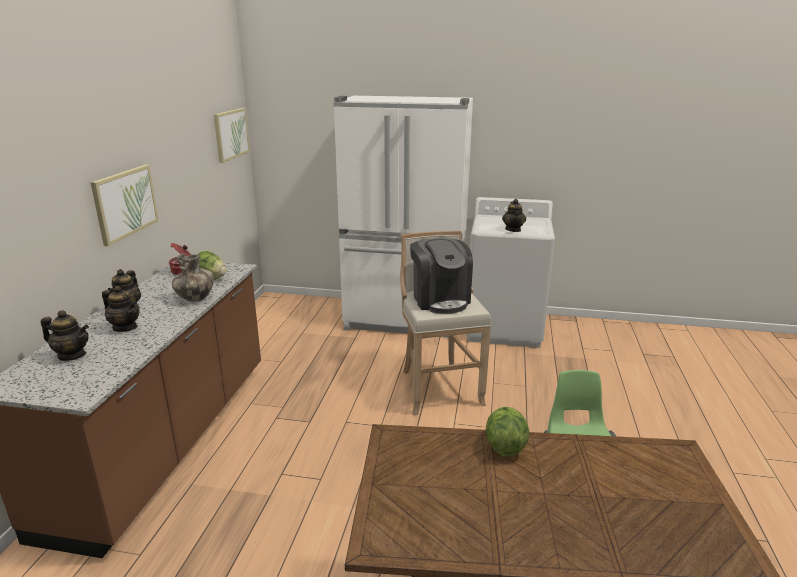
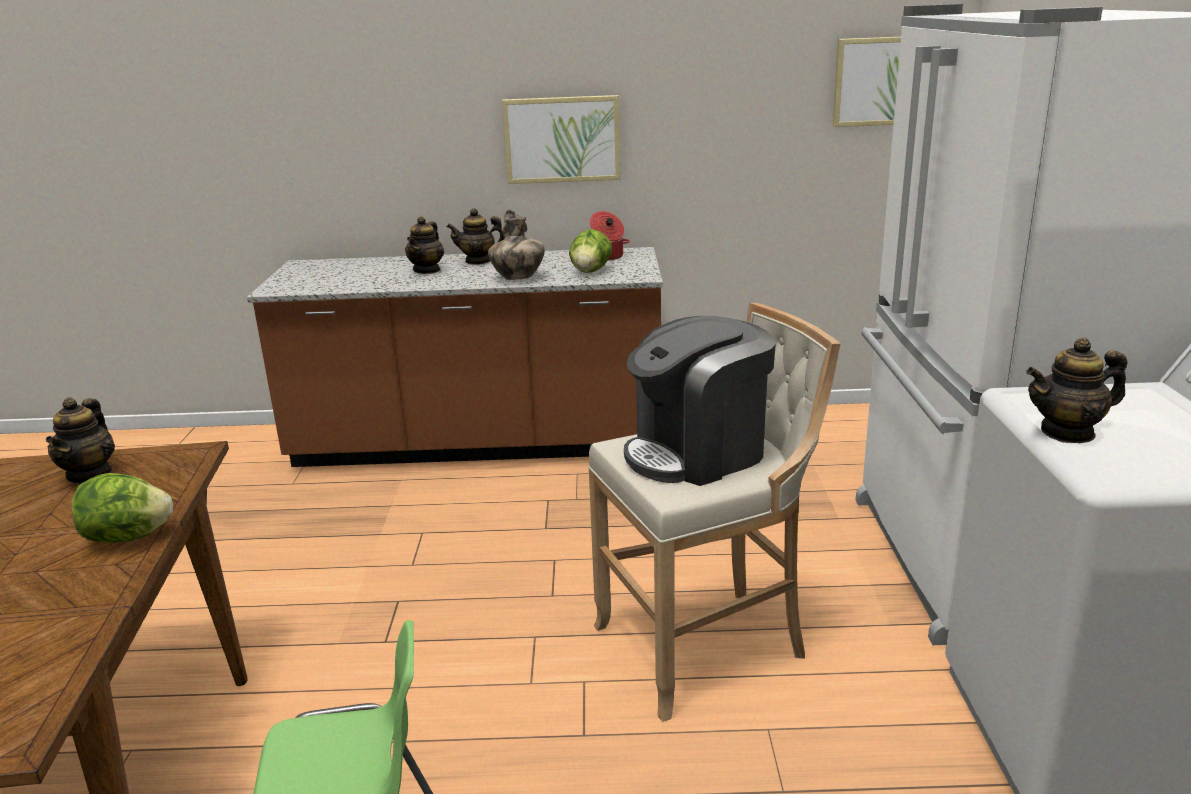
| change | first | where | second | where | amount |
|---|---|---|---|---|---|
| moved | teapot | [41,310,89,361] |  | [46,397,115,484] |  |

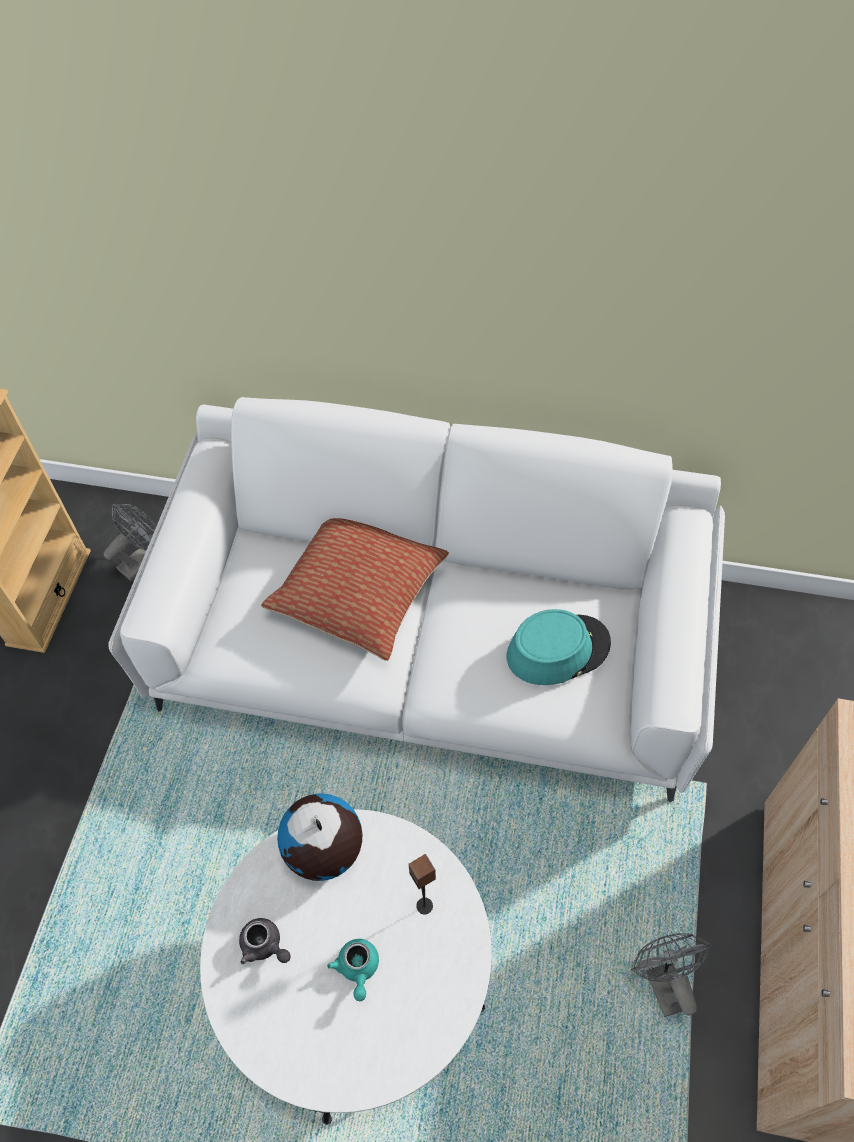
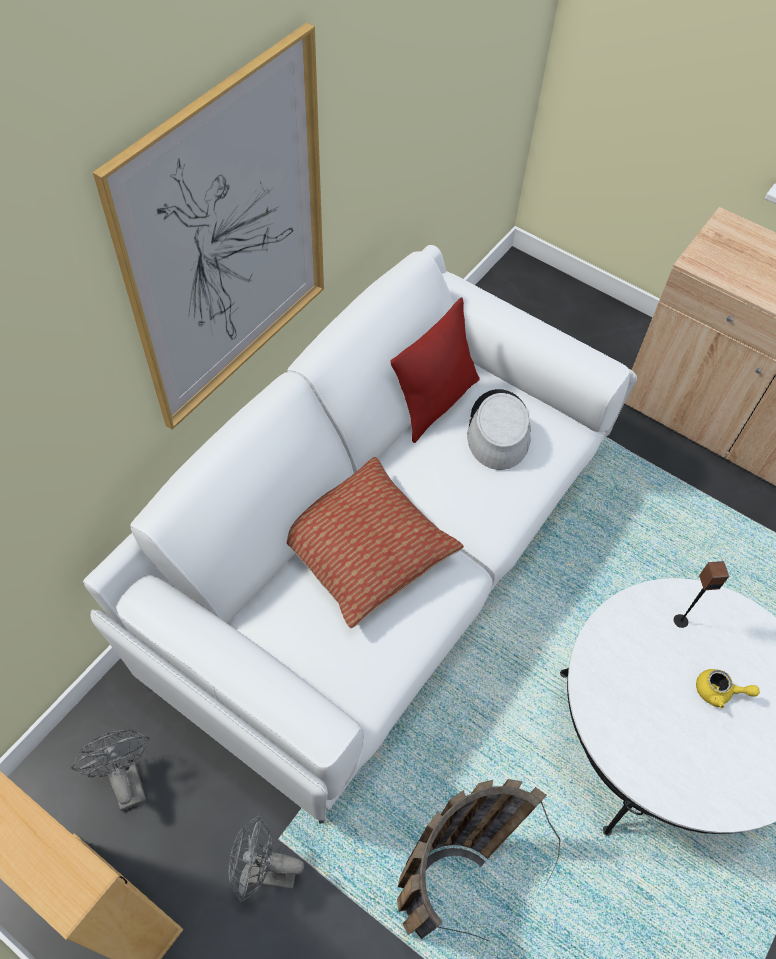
| change | first | where | second | where | amount |
|---|---|---|---|---|---|
| removed | teapot (grey) | [239,918,291,964] |  |  |  |
| removed | globe | [277,793,362,881] |  |  |  |
| added |  |  | picture | [93,22,324,430] |  |
| added |  |  | pillow (red) | [391,298,480,443] |  |
| added |  |  | basket | [397,779,560,941] |  |
| moved | fan (grey) | [631,933,711,1017] |  | [228,815,304,902] |  |
| recoloured | teapot (turquoise) | [327,939,379,1001] | teapot (yellow) | [696,669,760,709] |  |
| recoloured | hat (turquoise) | [507,609,611,685] | hat (grey) | [467,389,531,470] |  |

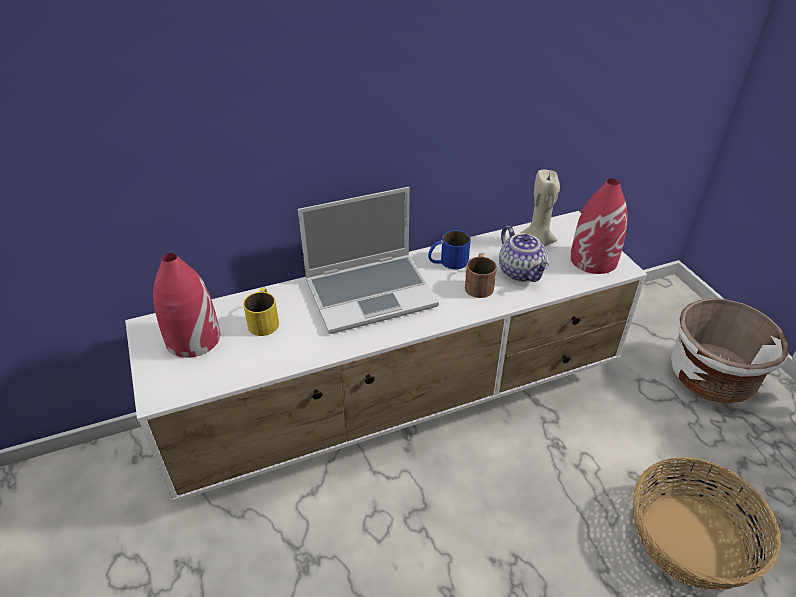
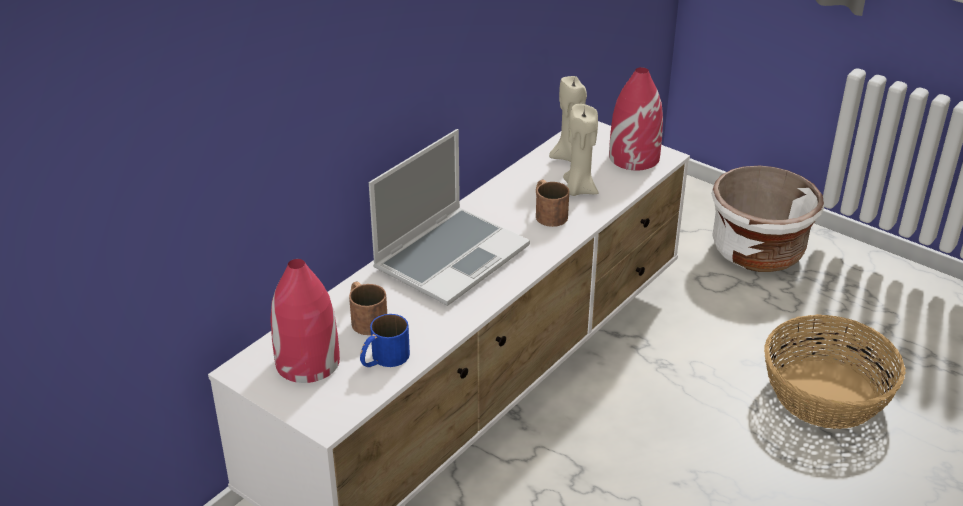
| change | first | where | second | where | amount |
|---|---|---|---|---|---|
| moved | mug (blue) | [428,230,471,269] |  | [360,314,410,367] |  |
| replaced | teapot | [499,226,549,282] | candle (beige) | [563,104,599,196] |  |
| recoloured | mug (yellow) | [243,287,279,336] | mug (brown) | [349,282,387,335] |  |

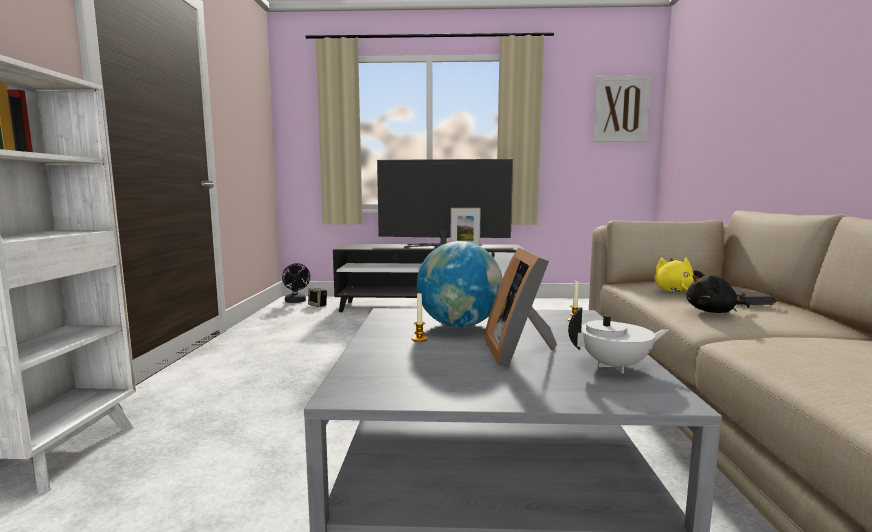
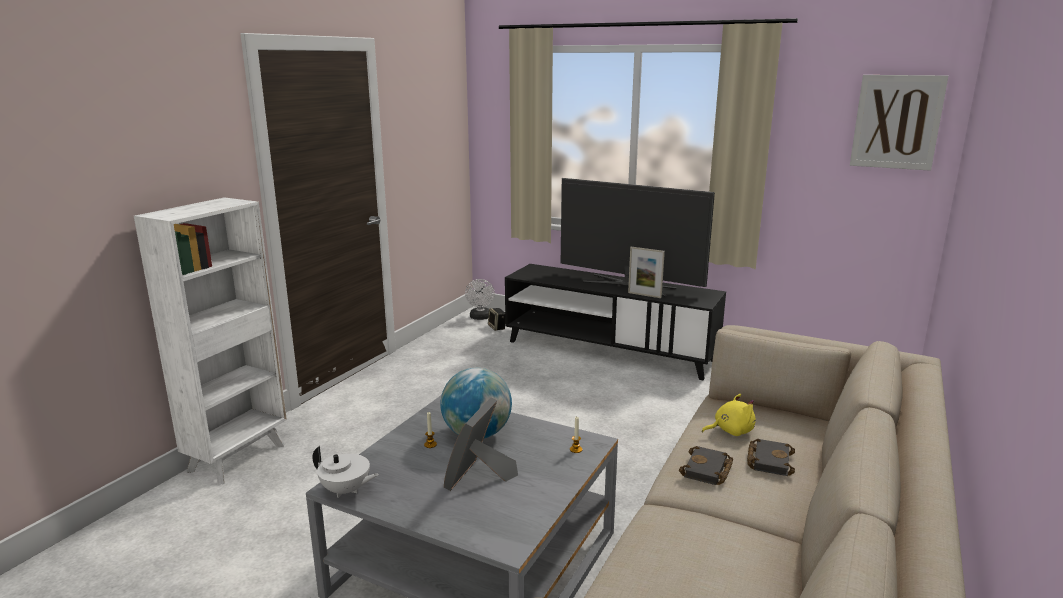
| change | first | where | second | where | amount |
|---|---|---|---|---|---|
| moved | teapot (white) | [568,307,669,374] |  | [312,446,379,498] |  |
| replaced | plush toy (black) | [686,270,750,313] | book (black) | [679,446,733,485] |  |
| recoloured | fan (black) | [282,263,310,303] | fan (white) | [465,279,495,320] |  |
| turned | plush toy (yellow) | [655,257,694,293] |  | [702,394,756,436] | 45 degrees clockwise |

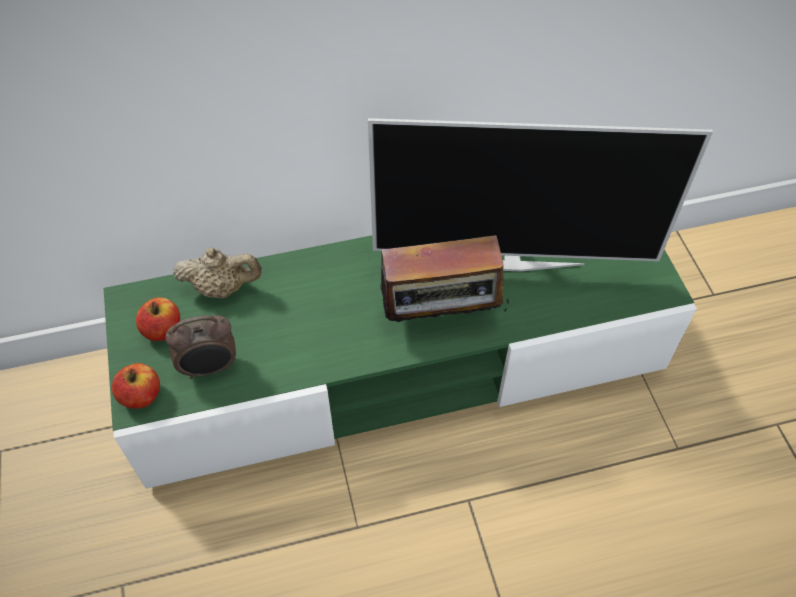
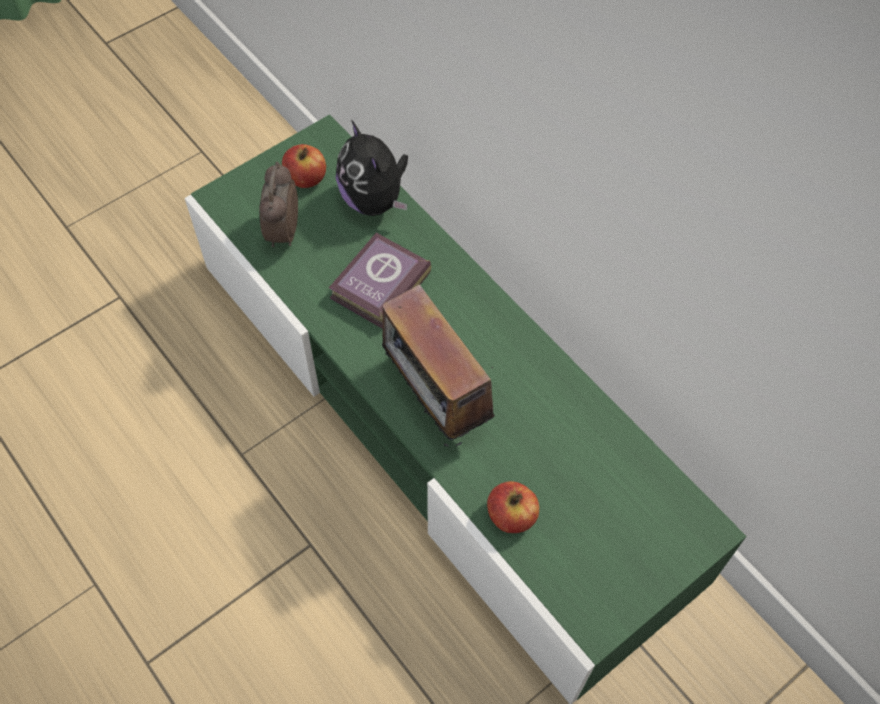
| change | first | where | second | where | amount |
|---|---|---|---|---|---|
| removed | television | [368,118,713,271] |  |  |  |
| added |  |  | book | [329,233,431,329] |  |
| moved | apple | [112,363,160,409] |  | [487,481,539,533] |  |
| replaced | teapot (beige) | [173,247,262,298] | plush toy | [336,120,408,216] |  |
| turned | alarm clock | [166,315,236,379] |  | [259,162,298,247] | 45 degrees clockwise |

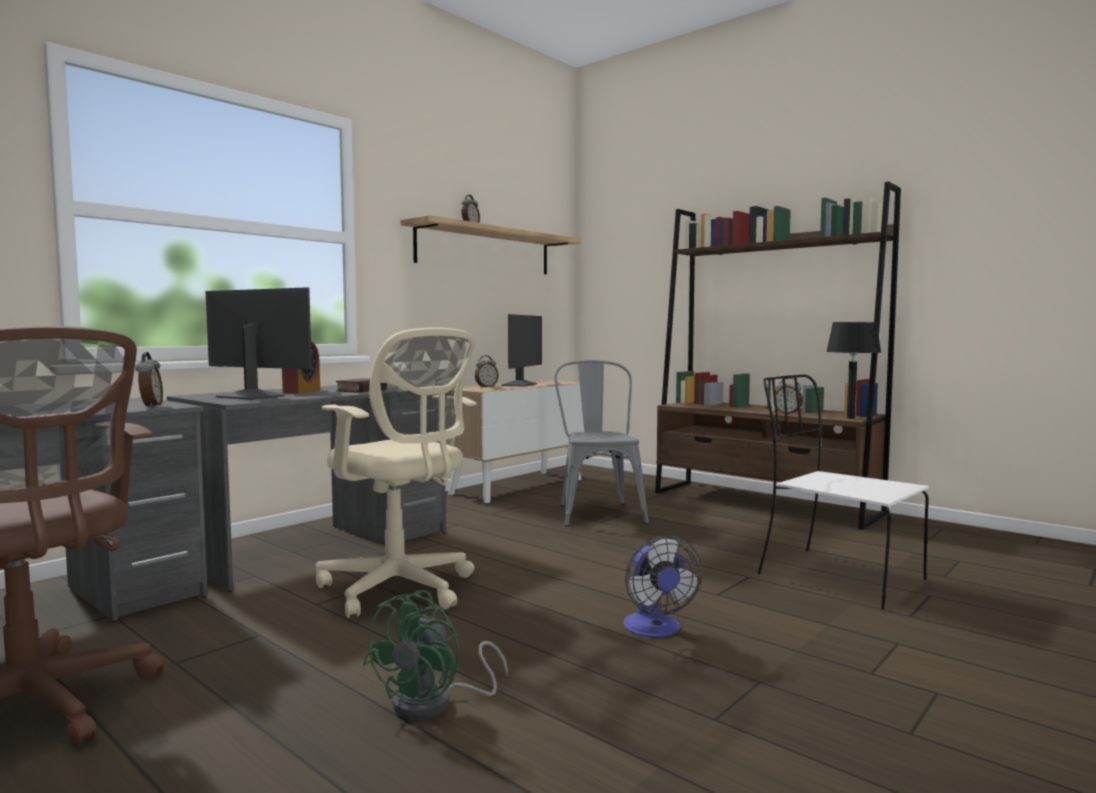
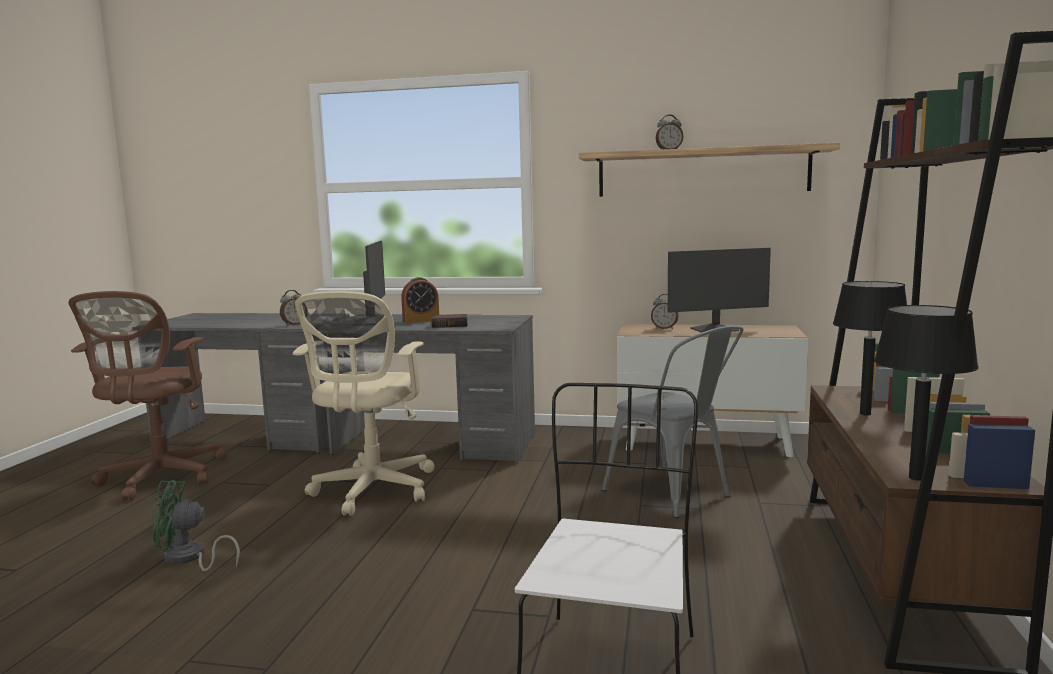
| change | first | where | second | where | amount |
|---|---|---|---|---|---|
| removed | fan | [623,536,703,638] |  |  |  |
| removed | alarm clock | [776,378,803,415] |  |  |  |
| added |  |  | table lamp (black) | [833,281,907,416] |  |
| turned | chair (grey) | [554,360,649,527] |  | [602,326,744,518] | 90 degrees clockwise |

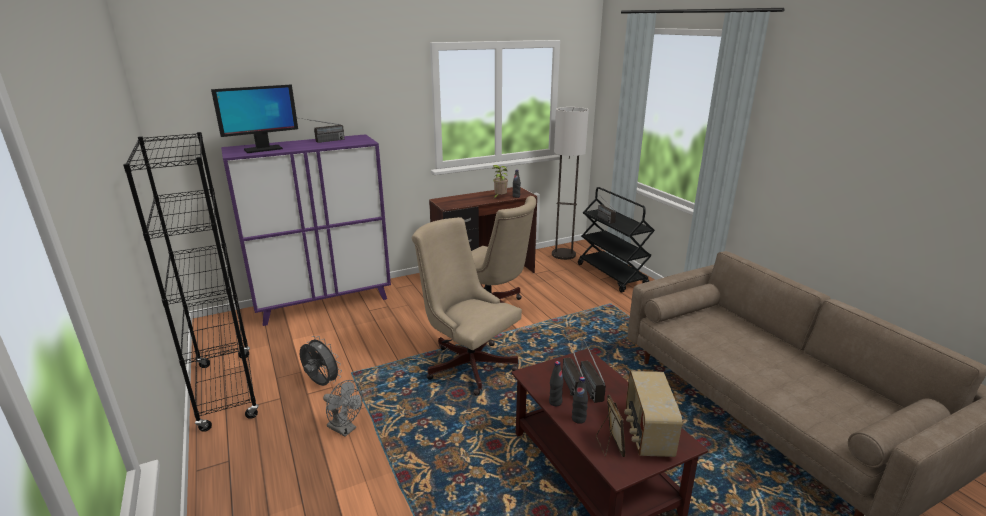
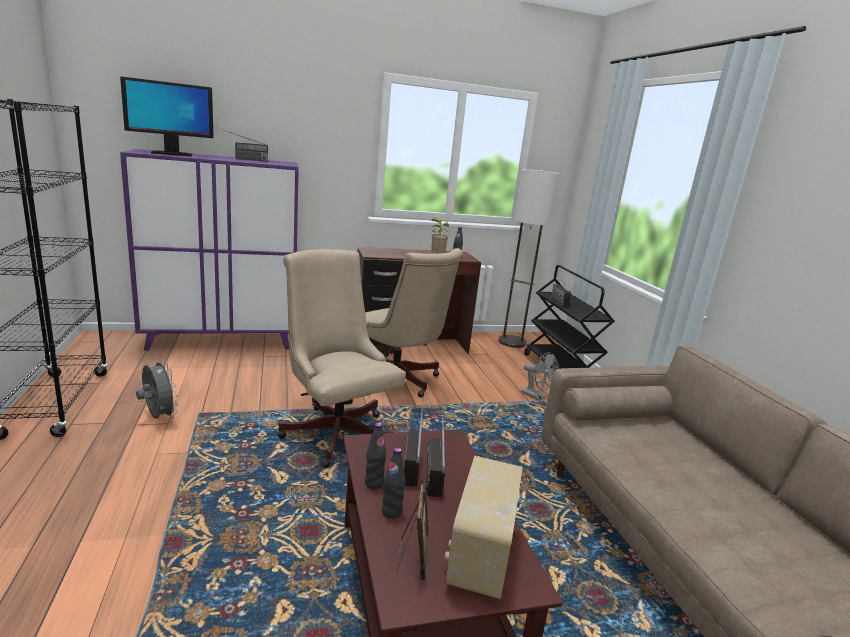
| change | first | where | second | where | amount |
|---|---|---|---|---|---|
| moved | fan (grey) | [323,380,363,437] |  | [521,352,559,401] |  |

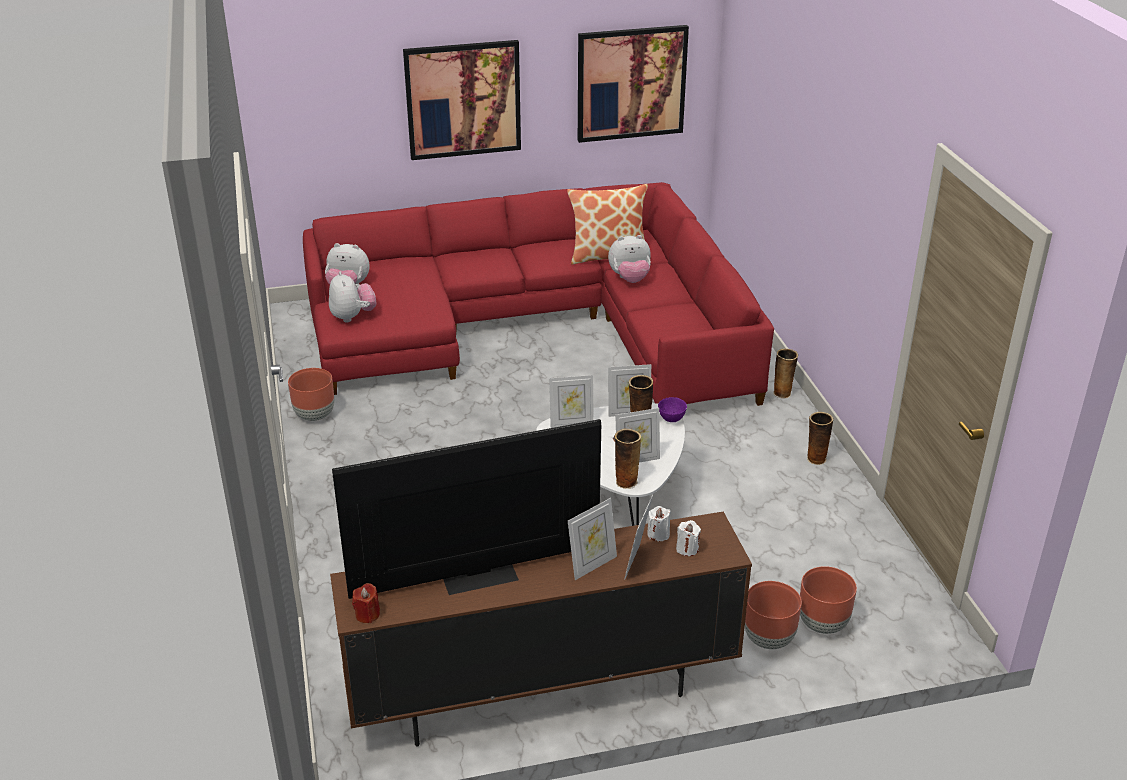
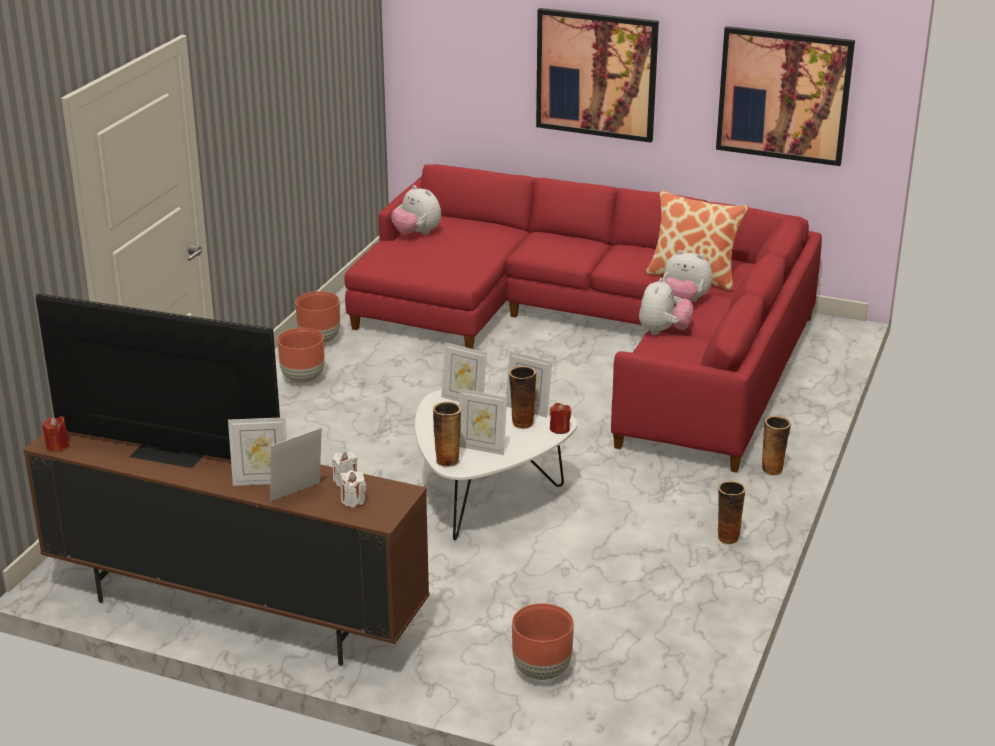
| change | first | where | second | where | amount |
|---|---|---|---|---|---|
| moved | plush toy | [329,271,377,322] |  | [639,278,693,335] |  |
| moved | planter (brown) | [745,581,802,649] |  | [277,328,325,383] |  |
| replaced | bowl (purple) | [658,397,687,422] | candle (red) | [550,403,571,434] |  |

